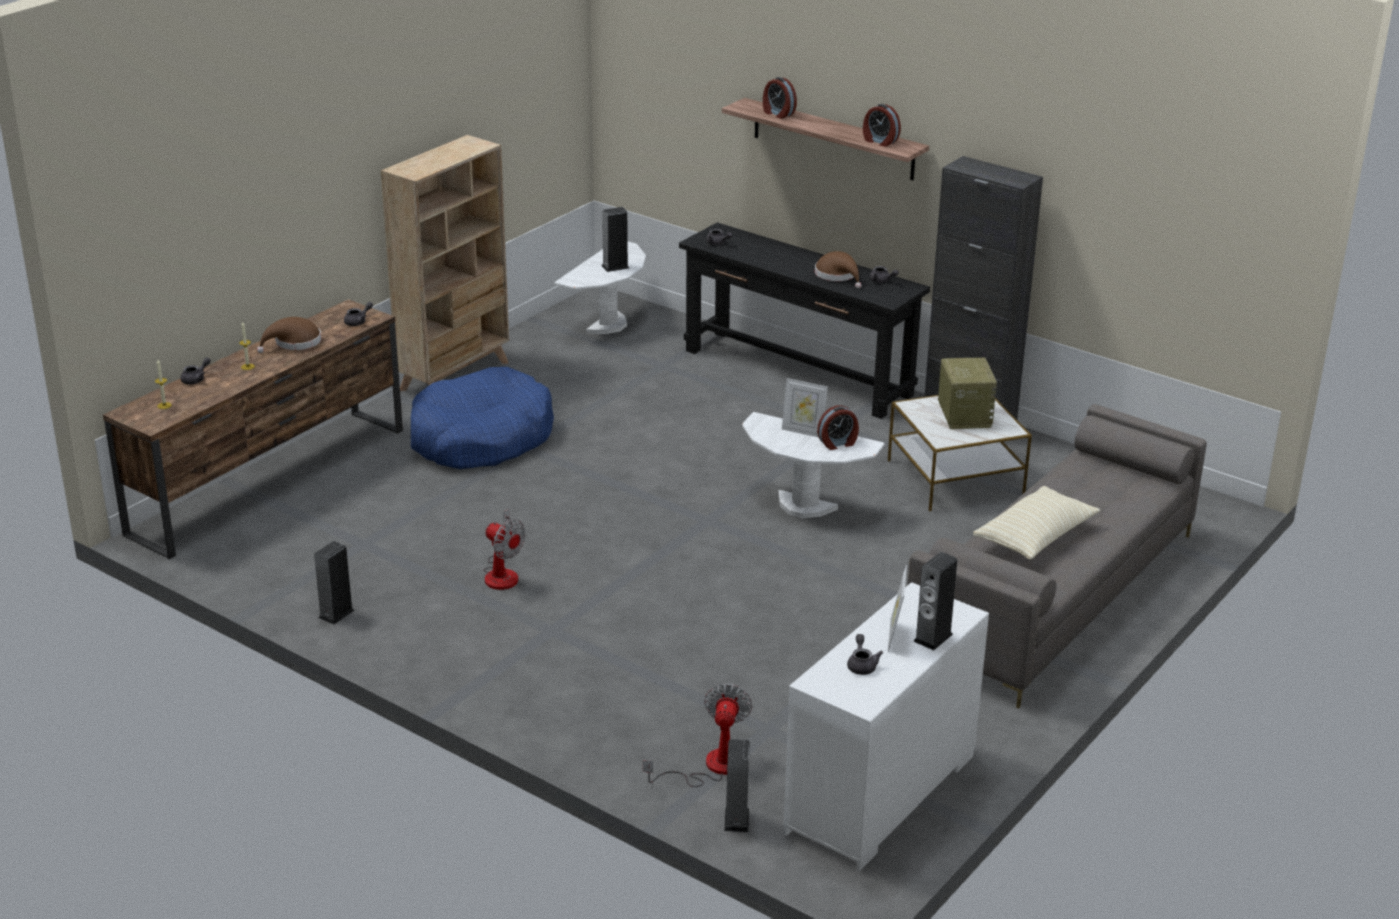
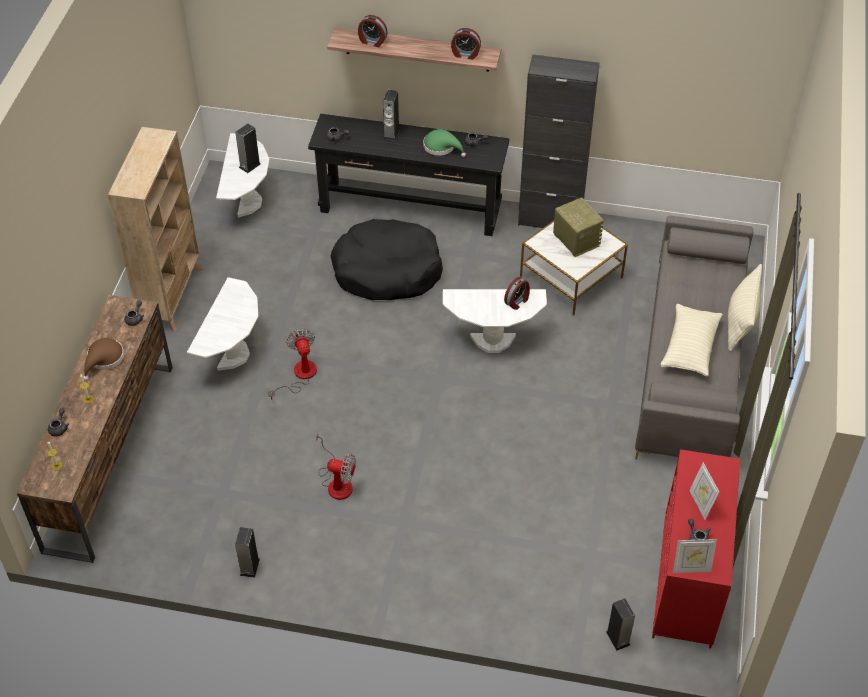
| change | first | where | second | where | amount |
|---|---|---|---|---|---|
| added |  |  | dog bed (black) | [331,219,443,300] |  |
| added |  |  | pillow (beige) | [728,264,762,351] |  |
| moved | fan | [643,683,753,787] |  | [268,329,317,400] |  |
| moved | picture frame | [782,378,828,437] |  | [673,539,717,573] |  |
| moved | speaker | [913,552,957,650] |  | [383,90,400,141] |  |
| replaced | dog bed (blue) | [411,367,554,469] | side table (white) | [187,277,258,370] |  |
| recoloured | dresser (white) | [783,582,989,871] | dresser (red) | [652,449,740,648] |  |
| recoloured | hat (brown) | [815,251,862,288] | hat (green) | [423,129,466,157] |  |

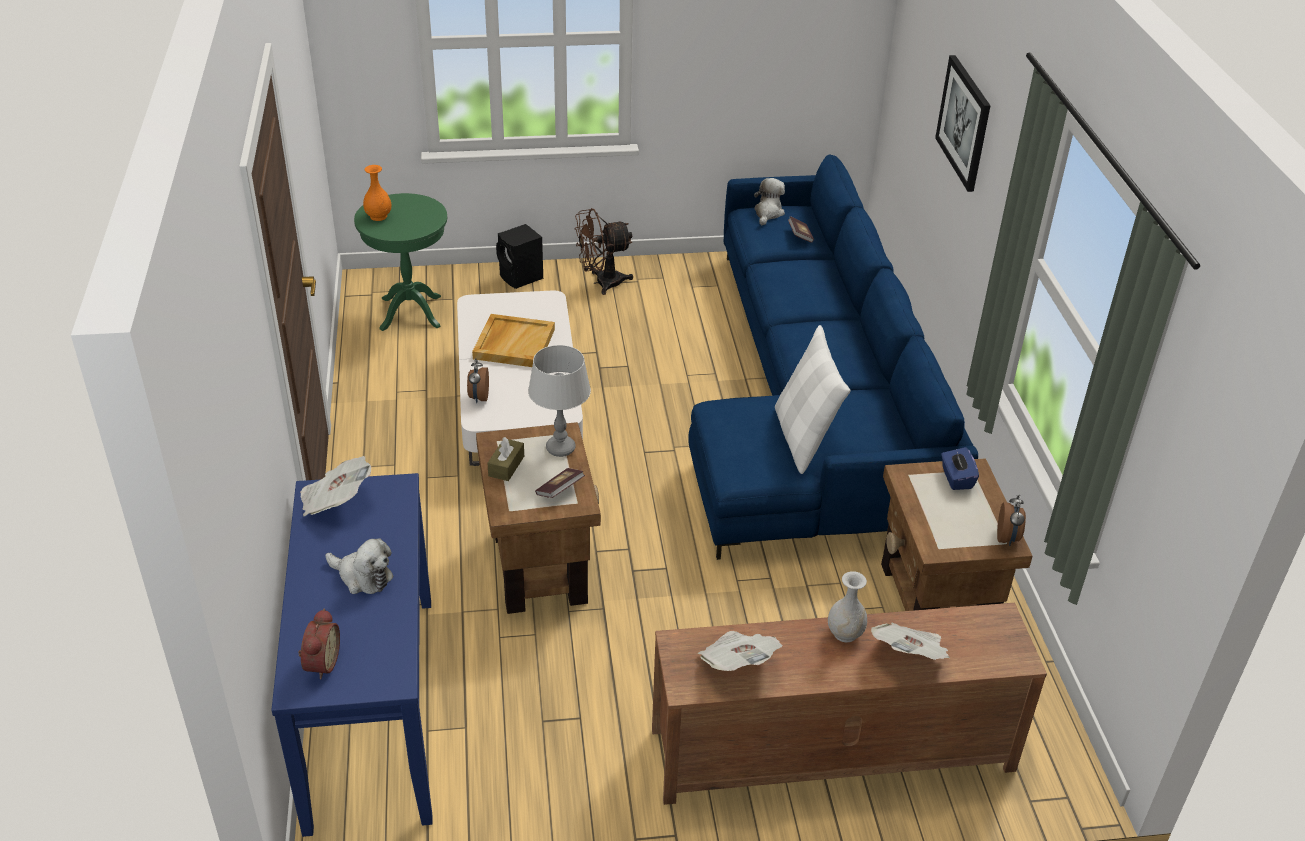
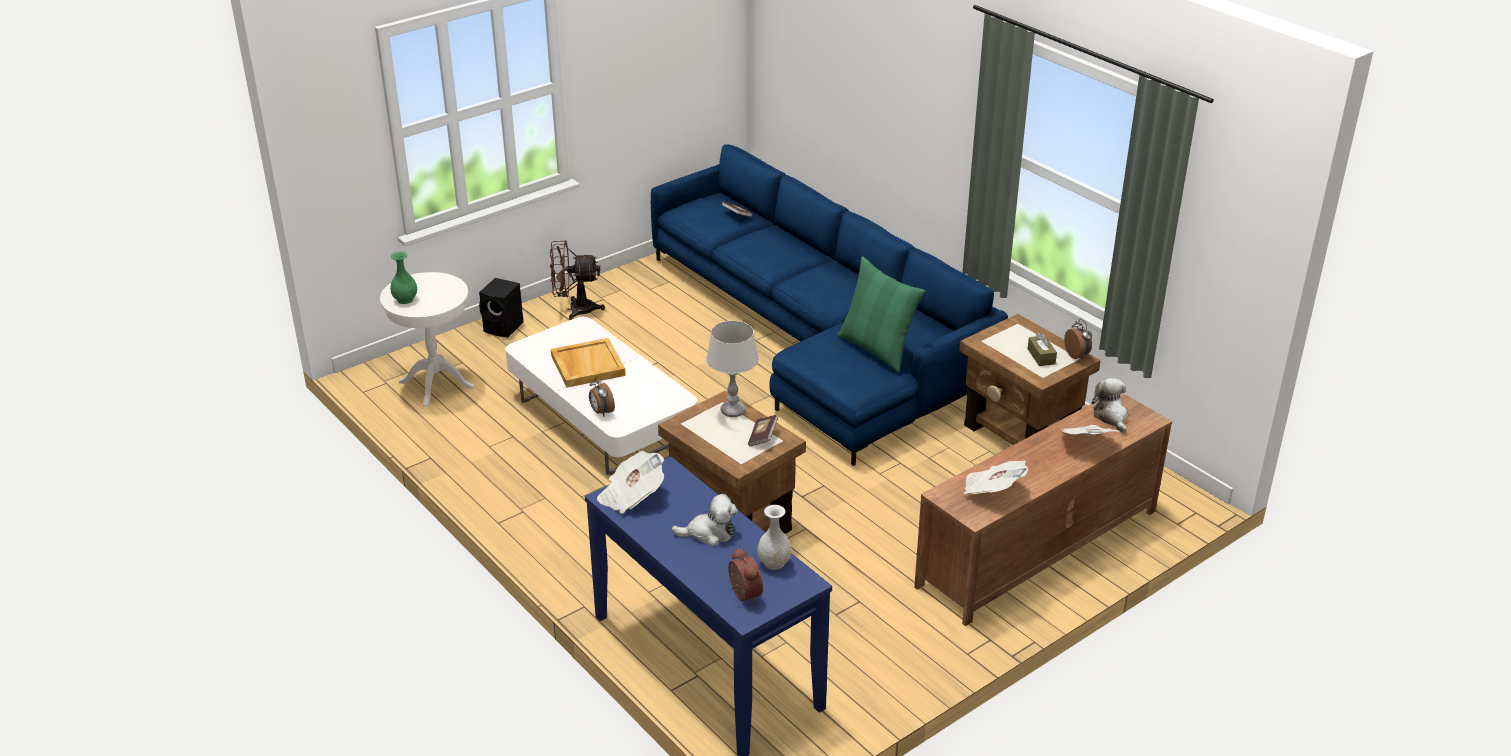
| change | first | where | second | where | amount |
|---|---|---|---|---|---|
| removed | picture | [935,55,991,192] |  |  |  |
| removed | tissue box (blue) | [941,447,979,490] |  |  |  |
| moved | tissue box (brown) | [487,437,524,481] |  | [1028,333,1057,366] |  |
| moved | plush toy | [754,178,785,225] |  | [1092,378,1128,433] |  |
| moved | vase (white) | [828,571,867,643] |  | [757,505,792,570] |  |
| recoloured | side table (green) | [354,193,447,331] | side table (white) | [380,272,474,407] |  |
| recoloured | vase (orange) | [363,165,391,221] | vase (green) | [390,252,417,304] |  |
| recoloured | pillow (white) | [775,325,851,474] | pillow (green) | [838,256,925,372] |  |
| turned | fan (brown) | [574,208,633,295] |  | [550,240,605,320] | 45 degrees clockwise |

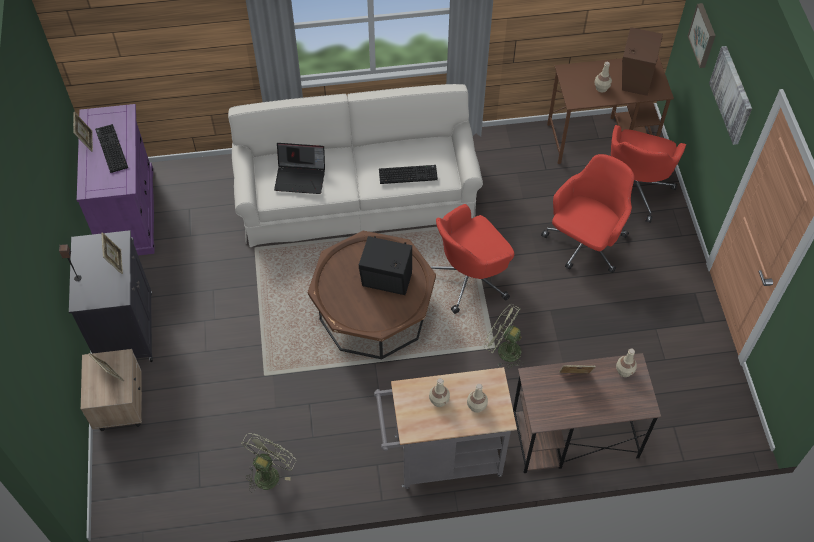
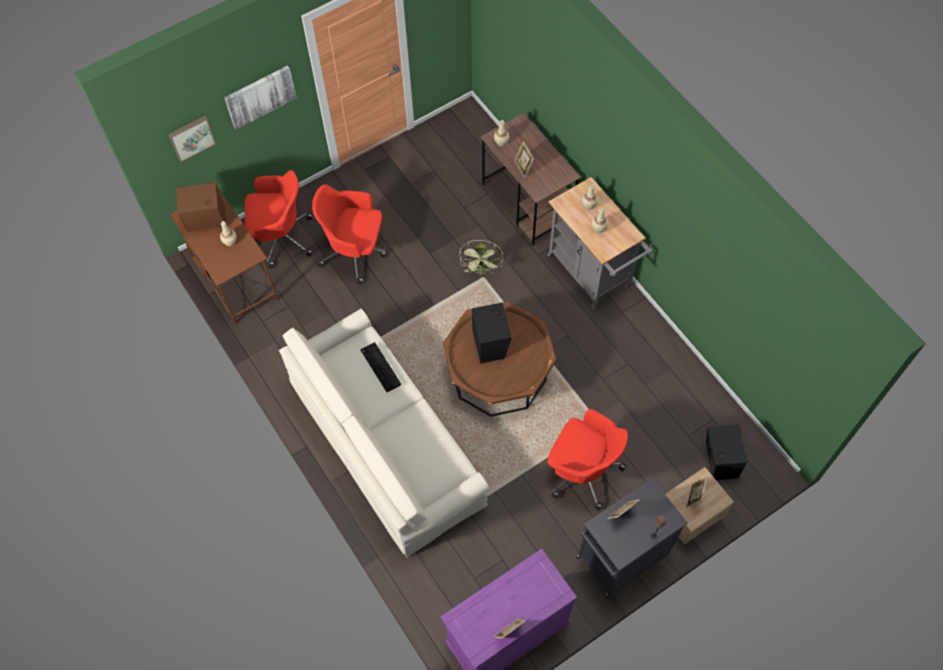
| change | first | where | second | where | amount |
|---|---|---|---|---|---|
| removed | keyboard | [95,124,128,173] |  |  |  |
| removed | fan (green) | [241,433,296,492] |  |  |  |
| removed | laptop | [274,143,325,194] |  |  |  |
| added |  |  | speaker (black) | [706,424,747,480] |  |
| moved | office chair (red) | [430,204,514,314] |  | [547,409,628,510] |  |

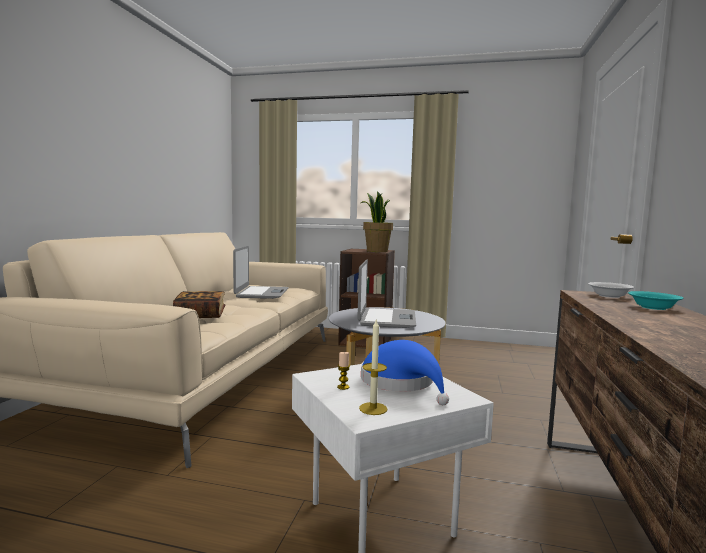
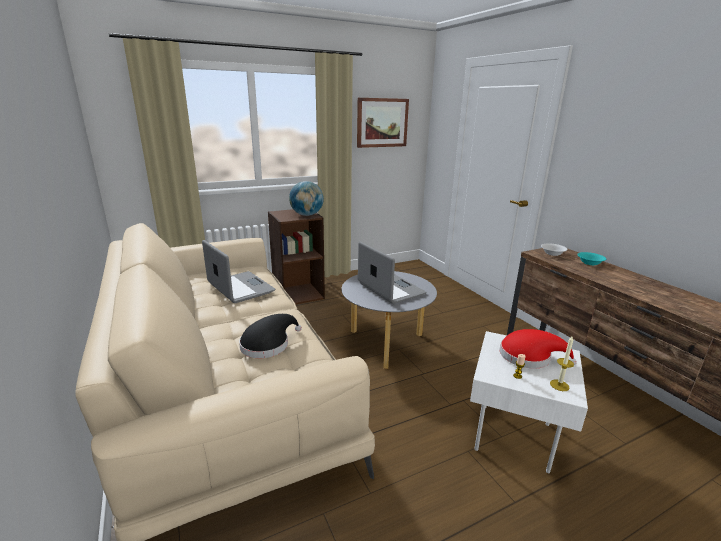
| change | first | where | second | where | amount |
|---|---|---|---|---|---|
| added |  |  | picture | [357,98,409,148] |  |
| replaced | book | [173,291,225,318] | hat (black) | [239,314,302,358] |  |
| replaced | potted plant | [361,191,393,252] | globe | [289,181,324,216] |  |
| recoloured | hat (blue) | [361,340,449,405] | hat (red) | [499,329,577,369] |  |

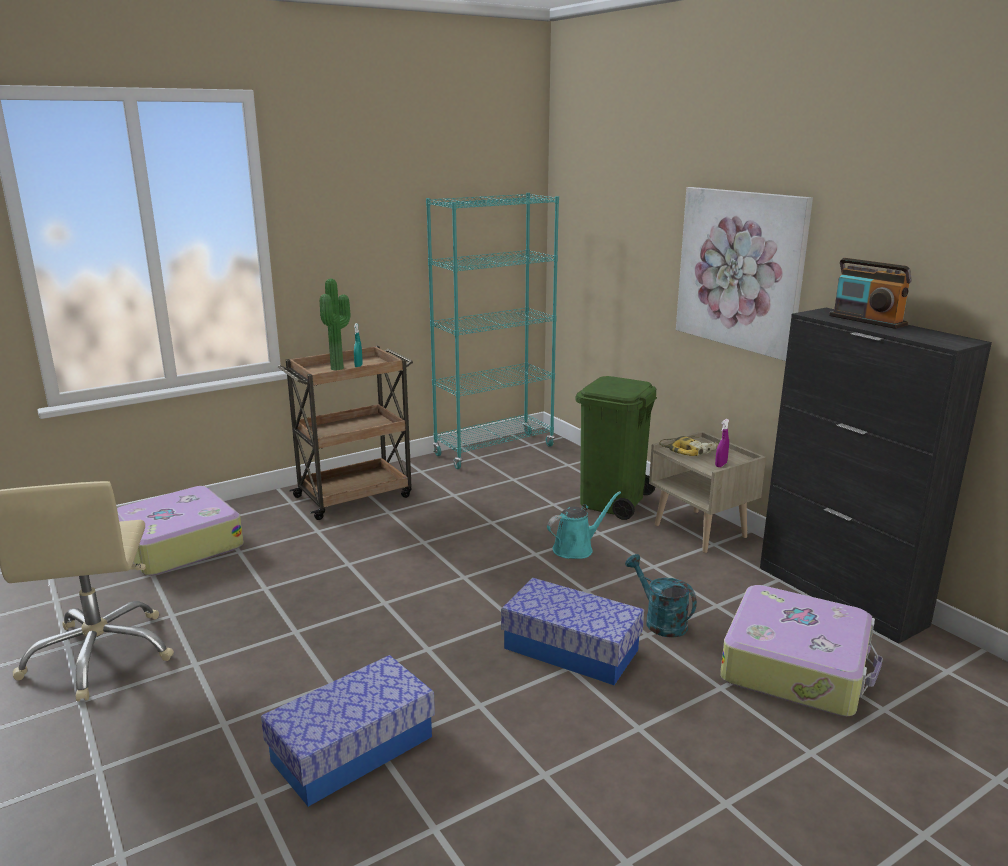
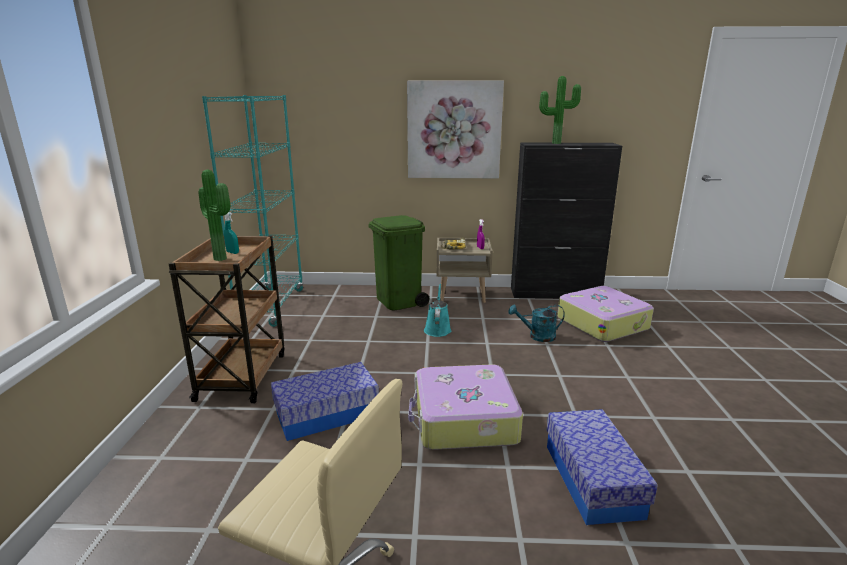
| change | first | where | second | where | amount |
|---|---|---|---|---|---|
| moved | suitcase | [117,486,244,576] |  | [408,364,523,450] |  |
| moved | storage box | [501,578,644,685] |  | [271,362,379,441] |  |
| replaced | radio | [829,258,912,329] | potted plant | [539,76,581,144] |  |

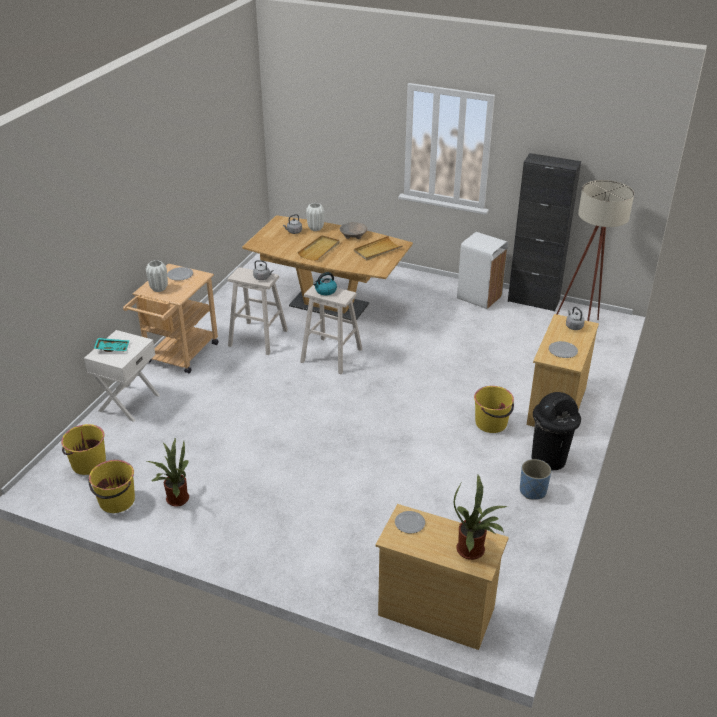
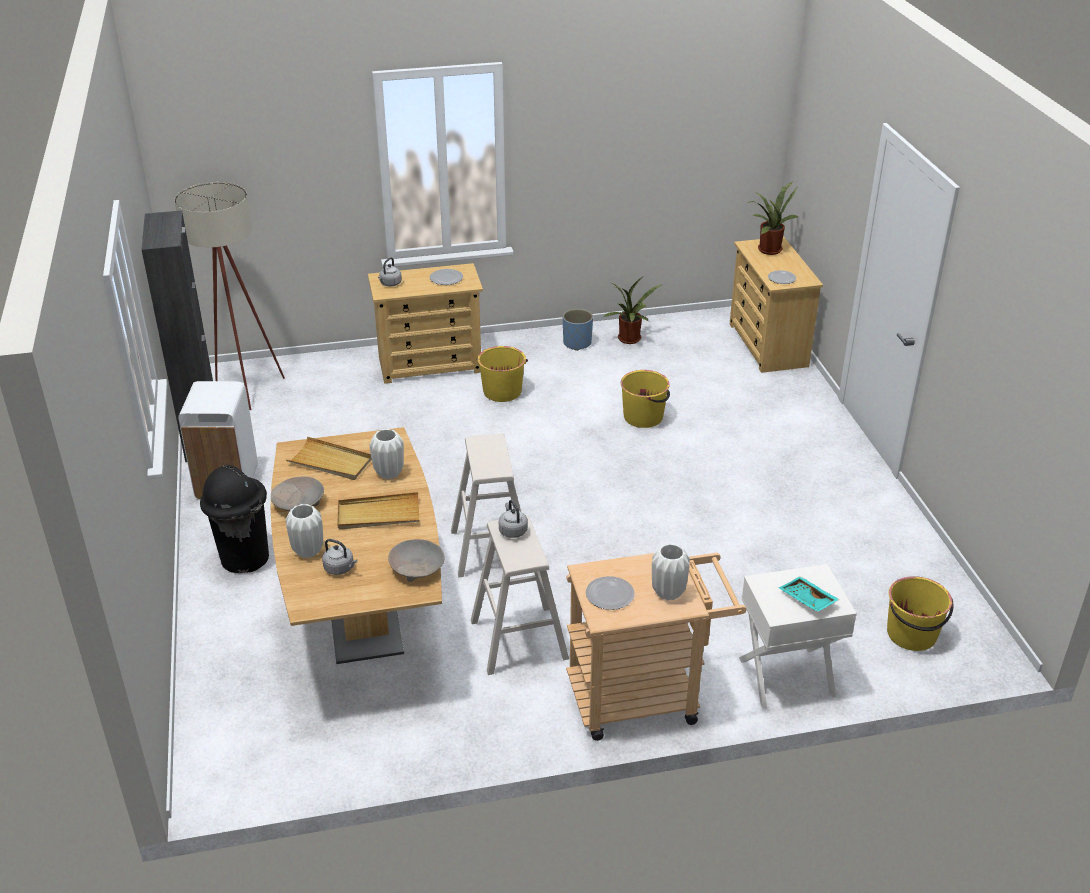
| change | first | where | second | where | amount |
|---|---|---|---|---|---|
| removed | kettle | [313,272,337,295] |  |  |  |
| added |  |  | vase (white) | [370,429,404,479] |  |
| added |  |  | bowl (beige) | [388,539,445,582] |  |
| moved | bucket (yellow) | [88,460,135,513] |  | [621,370,670,428] |  |
| moved | potted plant | [147,437,189,507] |  | [603,277,662,344] |  |
| moved | trash can (black) | [532,392,581,471] |  | [200,465,269,573] |  |

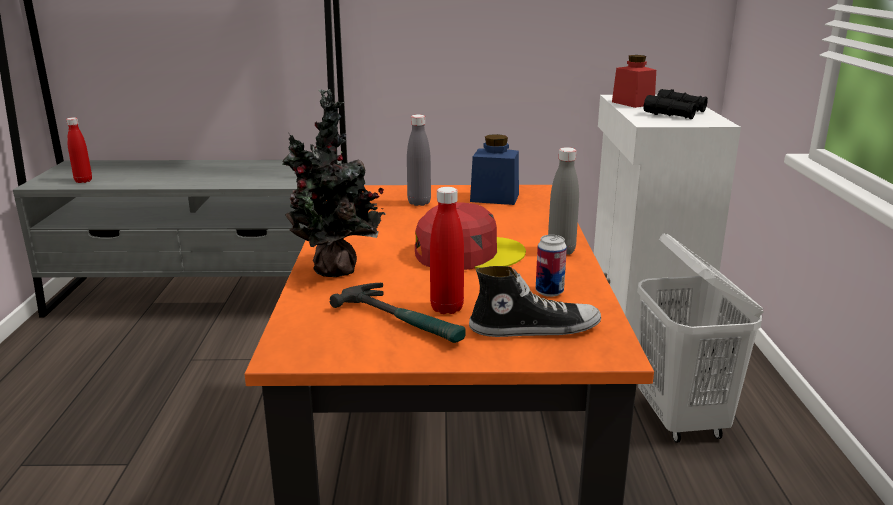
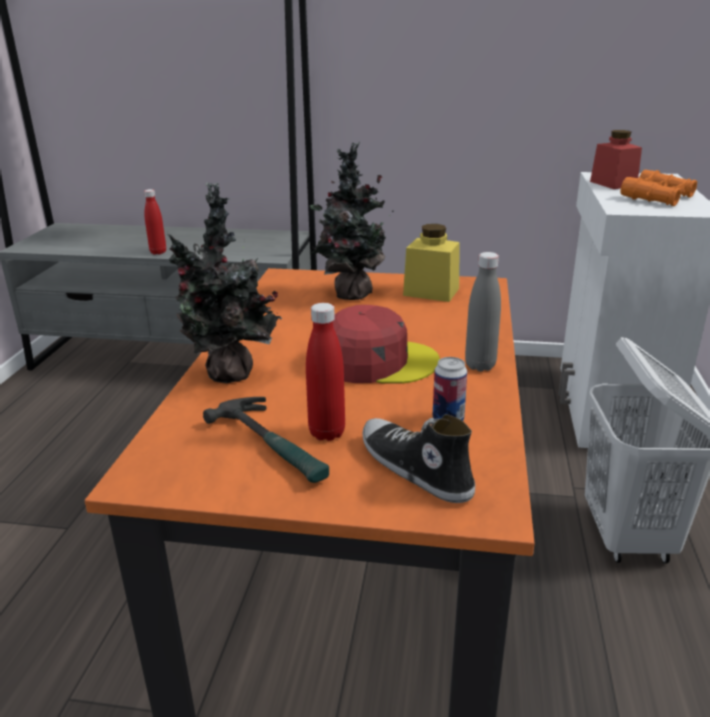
| change | first | where | second | where | amount |
|---|---|---|---|---|---|
| moved | bottle (red) | [66,117,92,183] |  | [144,189,166,255] |  |
| replaced | bottle (grey) | [407,114,431,206] | potted plant | [310,142,394,300] |  |
| recoloured | jar (blue) | [470,134,519,205] | jar (yellow) | [403,224,460,302] |  |
| recoloured | binoculars (black) | [643,89,708,119] | binoculars (orange) | [620,169,697,206] |  |
| turned | shoe | [469,266,601,337] |  | [363,414,475,503] | 135 degrees counterclockwise |

